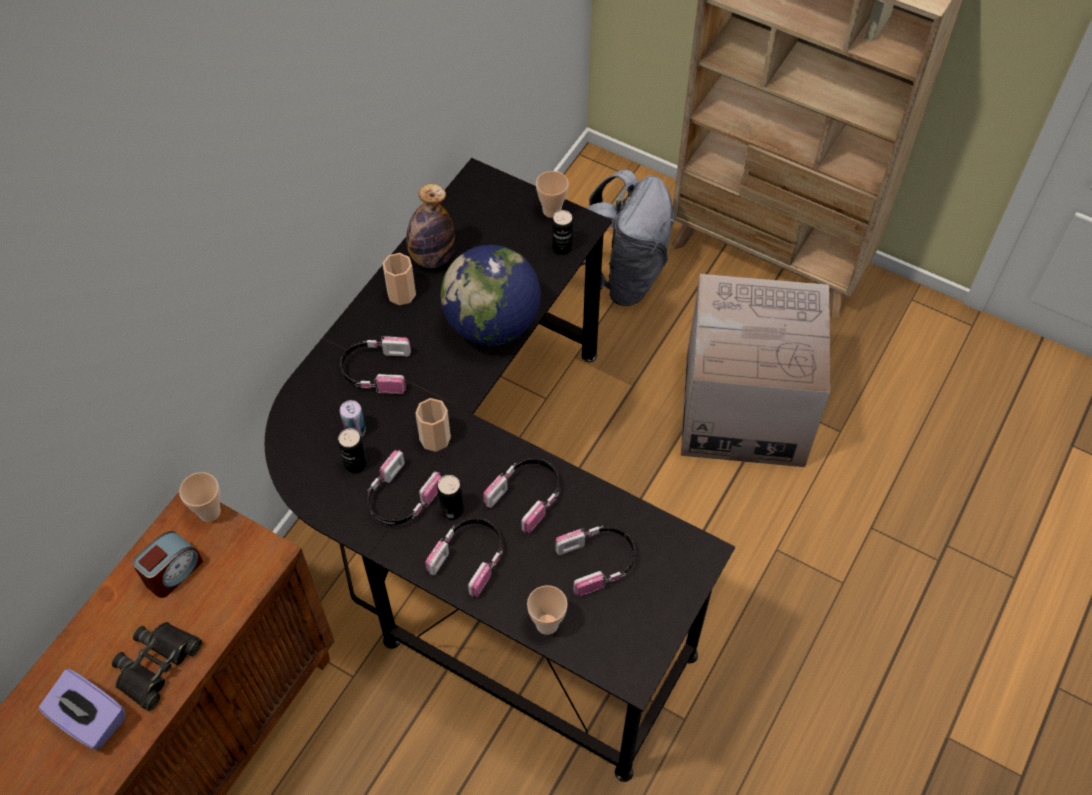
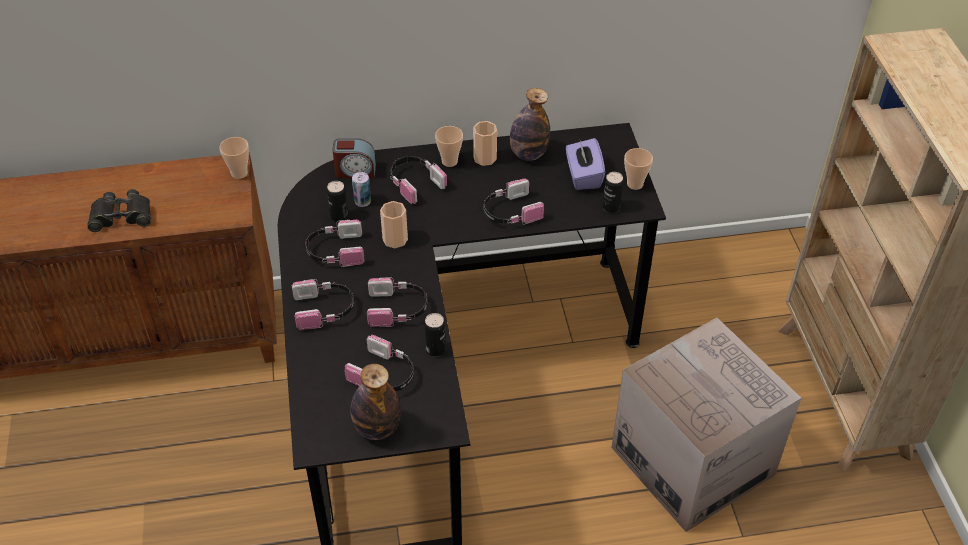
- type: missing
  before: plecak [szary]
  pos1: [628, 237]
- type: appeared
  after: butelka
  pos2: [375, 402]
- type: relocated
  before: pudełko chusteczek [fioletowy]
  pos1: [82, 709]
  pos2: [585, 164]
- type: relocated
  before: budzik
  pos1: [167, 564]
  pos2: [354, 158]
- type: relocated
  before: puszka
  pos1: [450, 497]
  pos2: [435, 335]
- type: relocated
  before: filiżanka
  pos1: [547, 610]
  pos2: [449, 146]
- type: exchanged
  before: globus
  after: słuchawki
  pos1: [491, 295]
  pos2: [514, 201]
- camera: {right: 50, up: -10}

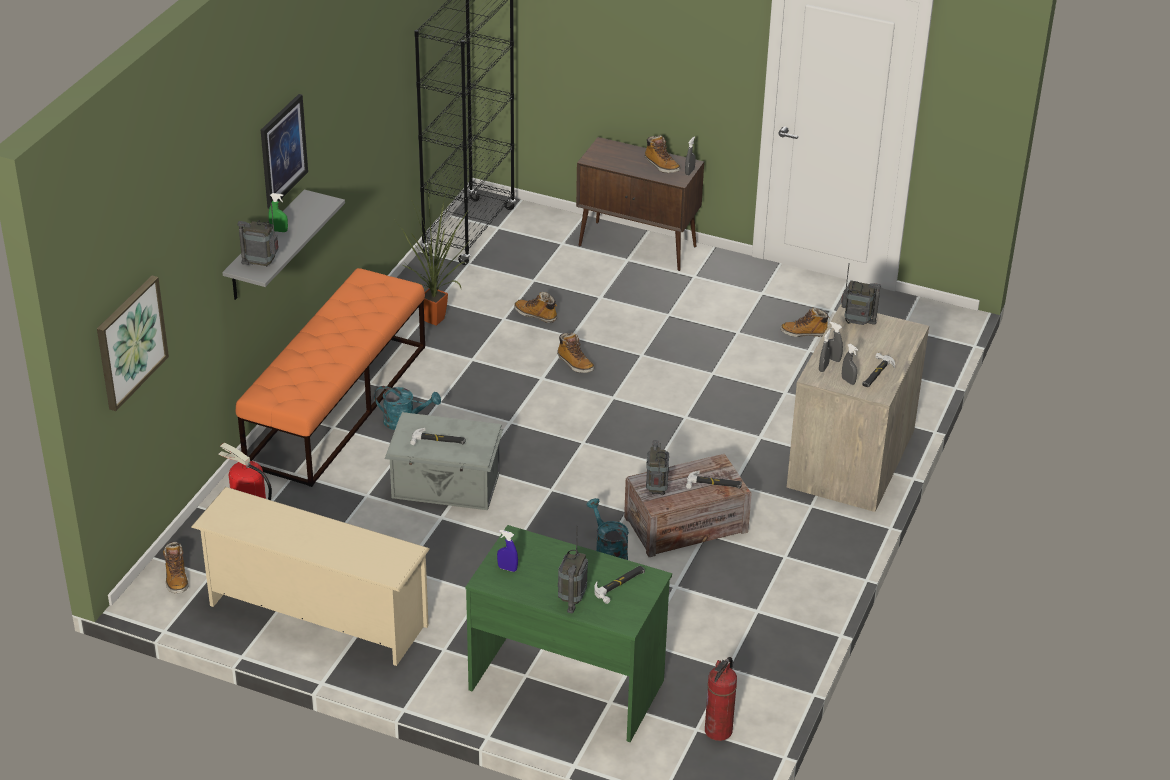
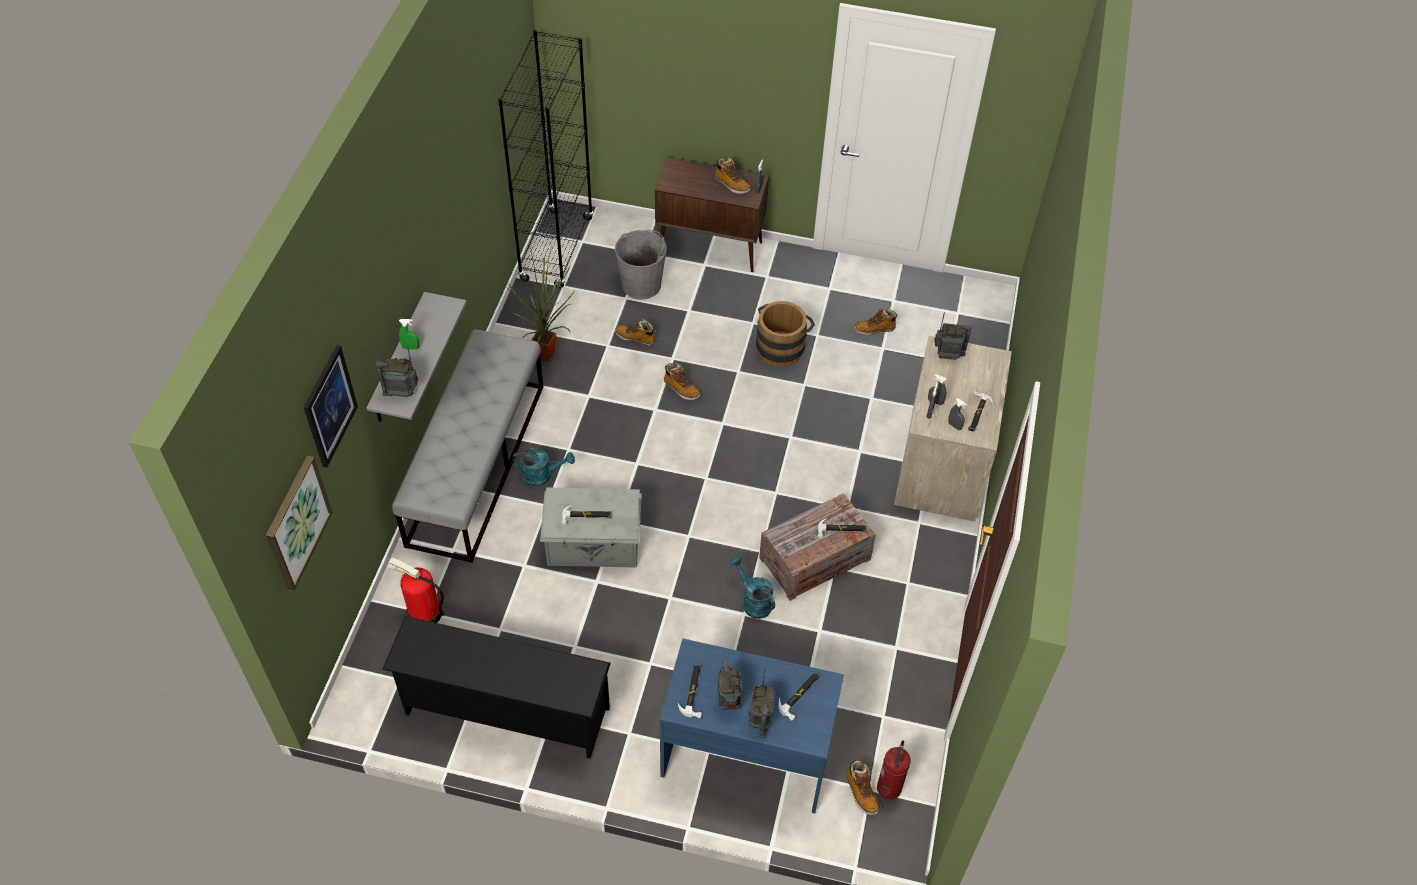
- type: appeared
  after: wiadro [szary]
  pos2: [641, 264]
- type: appeared
  after: wiadro [brązowy]
  pos2: [785, 334]
- type: relocated
  before: but z cholewką
  pos1: [176, 567]
  pos2: [863, 787]
- type: relocated
  before: obraz
  pos1: [284, 151]
  pos2: [330, 406]
- type: relocated
  before: radio
  pos1: [657, 467]
  pos2: [730, 685]
- type: exchanged
  before: spryskiwacz [niebieski]
  after: młotek
  pos1: [507, 551]
  pos2: [690, 691]
- type: colour
  before: regał na buty [beżowy]
  after: regał na buty [czarny]
  pos1: [310, 576]
  pos2: [496, 687]
- type: colour
  before: ławka [pomarańczowy]
  after: ławka [szary]
  pos1: [330, 377]
  pos2: [467, 446]
- type: colour
  before: biurko [zielony]
  after: biurko [niebieski]
  pos1: [569, 633]
  pos2: [751, 726]
- camera: {right: -10, up: 15}

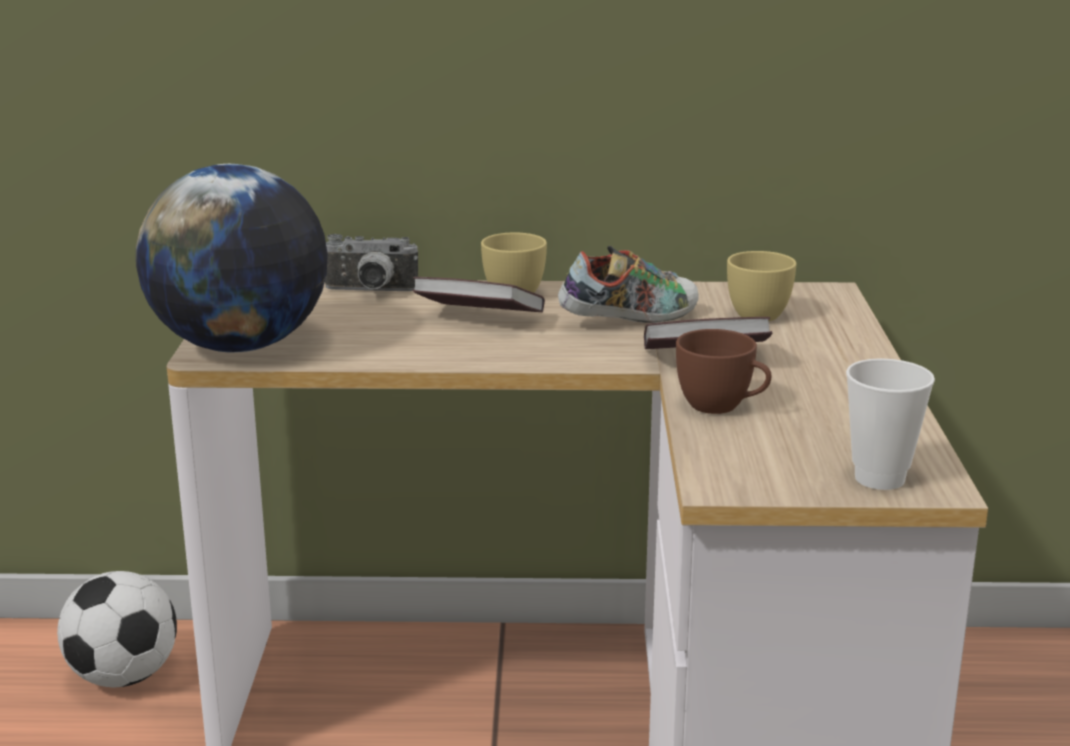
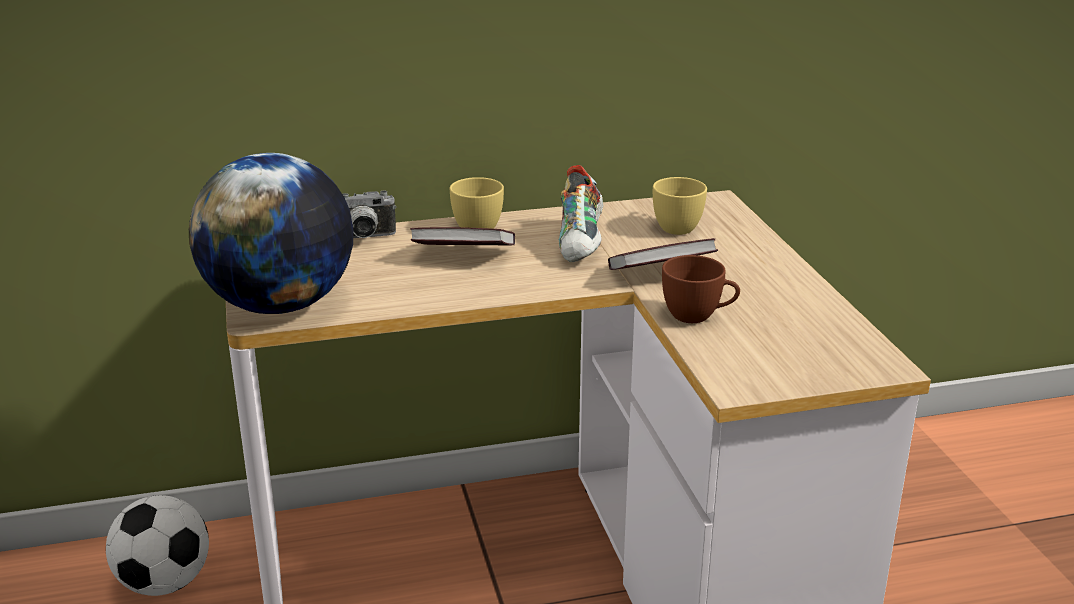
- type: missing
  before: filiżanka
  pos1: [890, 424]
- type: spun
  before: but
  pos1: [628, 284]
  pos2: [580, 213]
  turn: 135
- camera: {right: -15, up: 5}

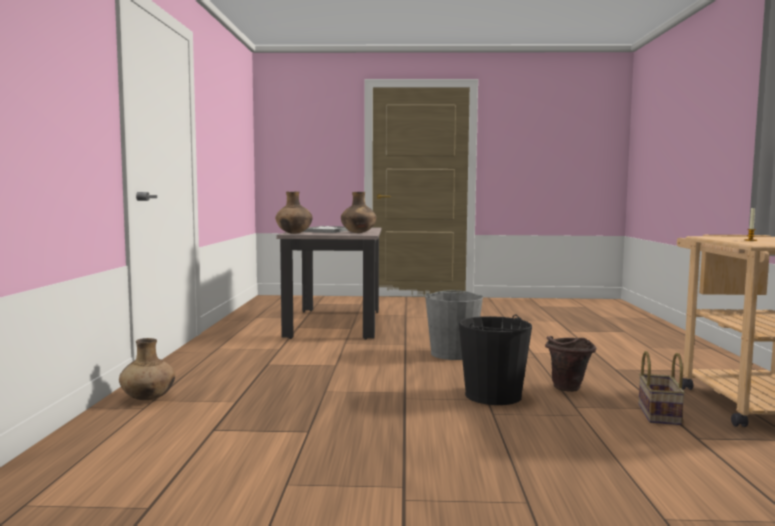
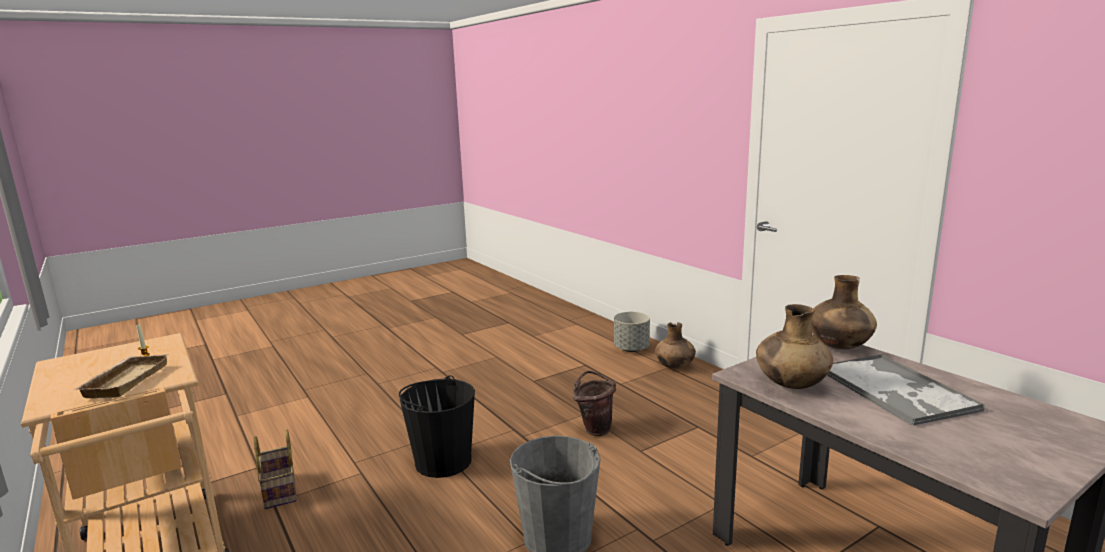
- type: appeared
  after: taca [beżowy]
  pos2: [121, 376]
- type: appeared
  after: donica [szary]
  pos2: [632, 332]
- type: relocated
  before: wiadro [brązowy]
  pos1: [570, 364]
  pos2: [594, 403]
- camera: {right: 145, up: 10}

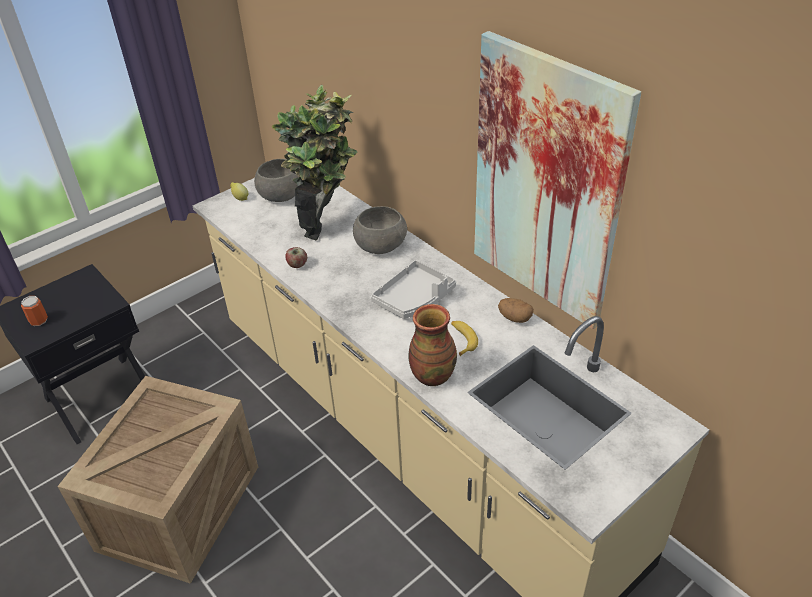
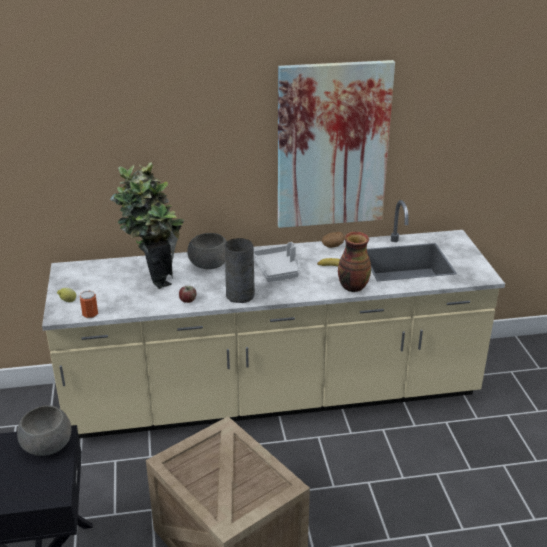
- type: appeared
  after: wazon [szary]
  pos2: [240, 270]
- type: relocated
  before: puszka
  pos1: [34, 311]
  pos2: [89, 304]
- type: relocated
  before: miska [szary]
  pos1: [276, 180]
  pos2: [44, 430]
- camera: {right: -60, up: -10}

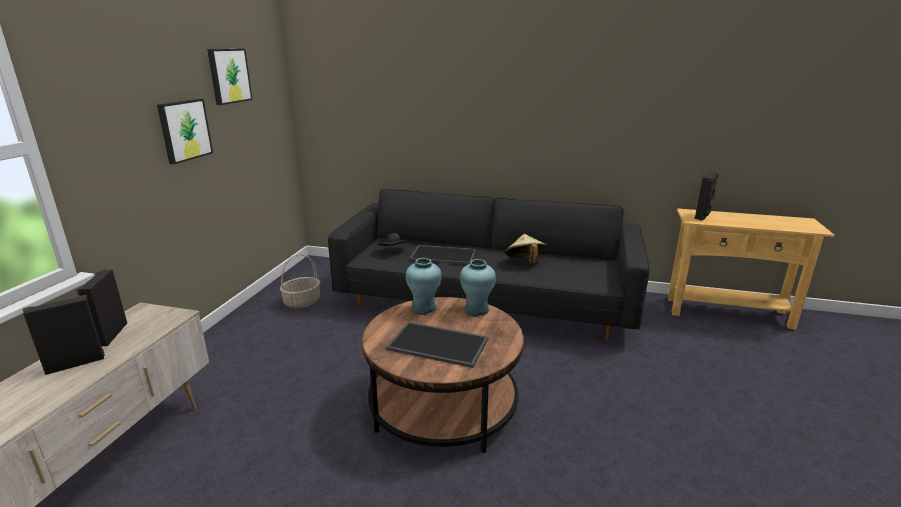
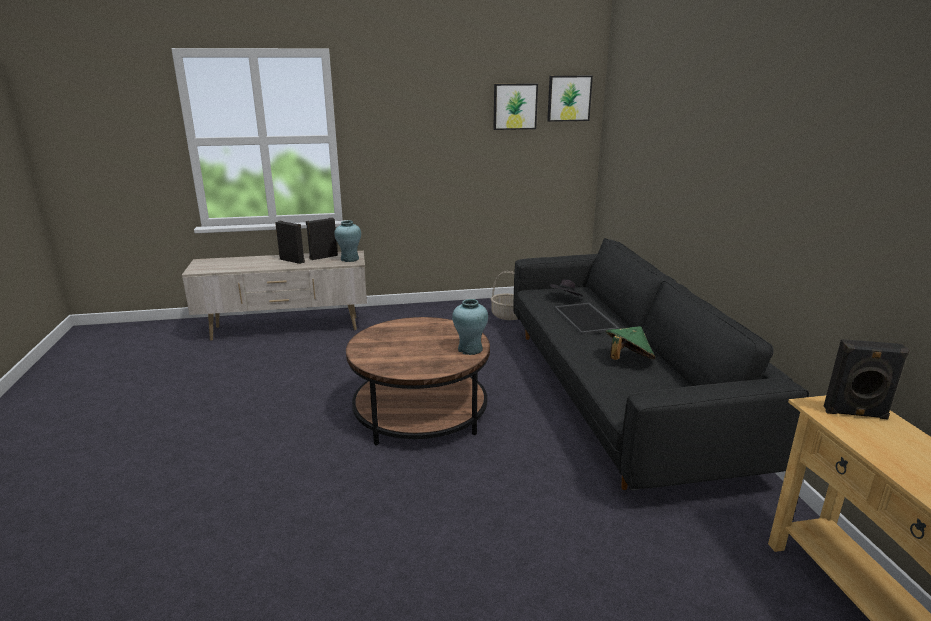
- type: missing
  before: taca
  pos1: [437, 345]
- type: relocated
  before: obraz
  pos1: [185, 131]
  pos2: [570, 99]
- type: relocated
  before: wazon [turkusowy]
  pos1: [423, 286]
  pos2: [347, 241]
- type: colour
  before: kapelusz [beżowy]
  after: kapelusz [zielony]
  pos1: [526, 249]
  pos2: [631, 343]
- camera: {right: 65, up: 0}

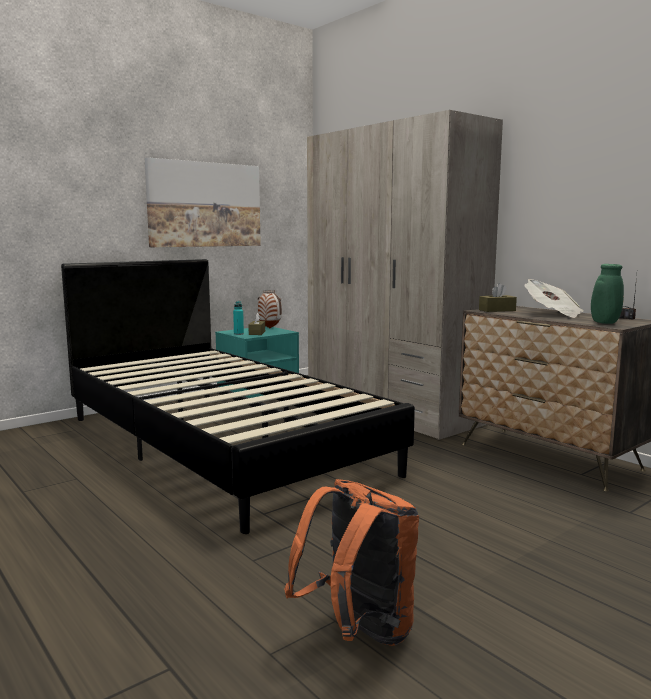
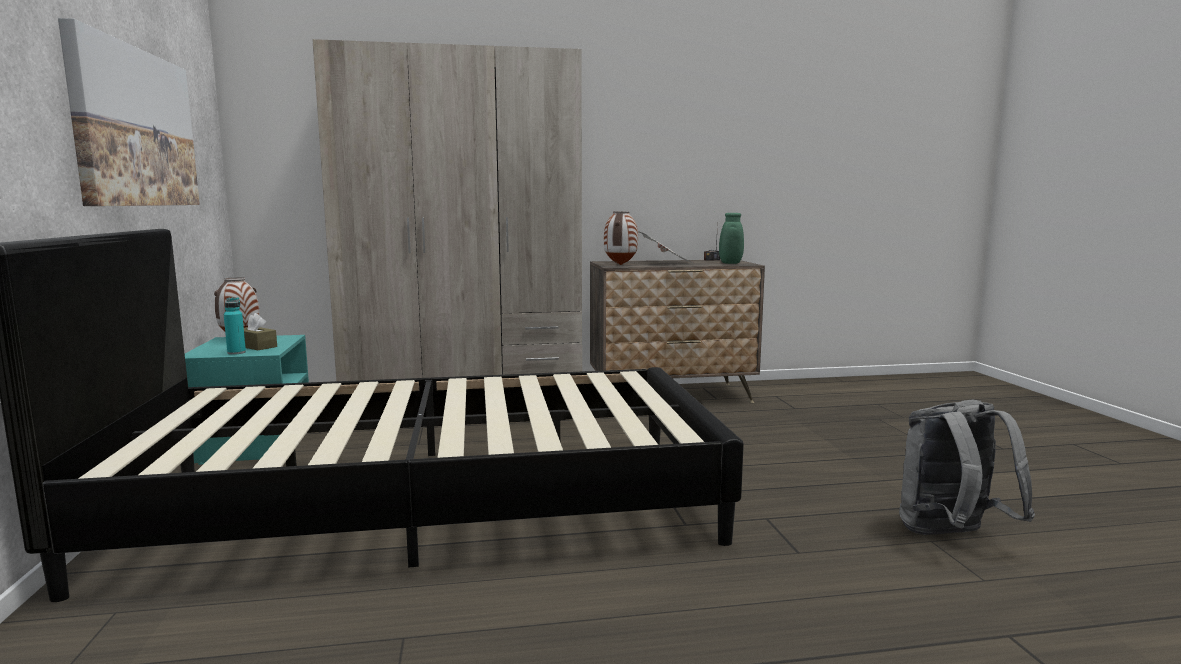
- type: exchanged
  before: pudełko chusteczek [brązowy]
  after: wazon
  pos1: [498, 297]
  pos2: [621, 238]
- type: colour
  before: plecak [pomarańczowy]
  after: plecak [szary]
  pos1: [351, 562]
  pos2: [967, 467]
- camera: {right: -60, up: 0}

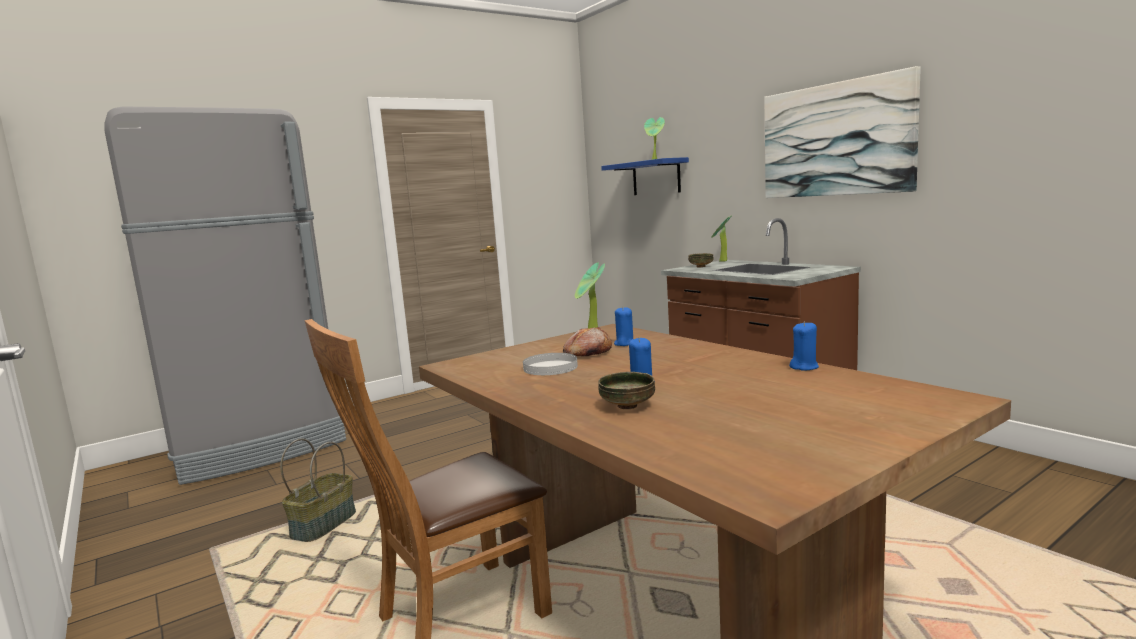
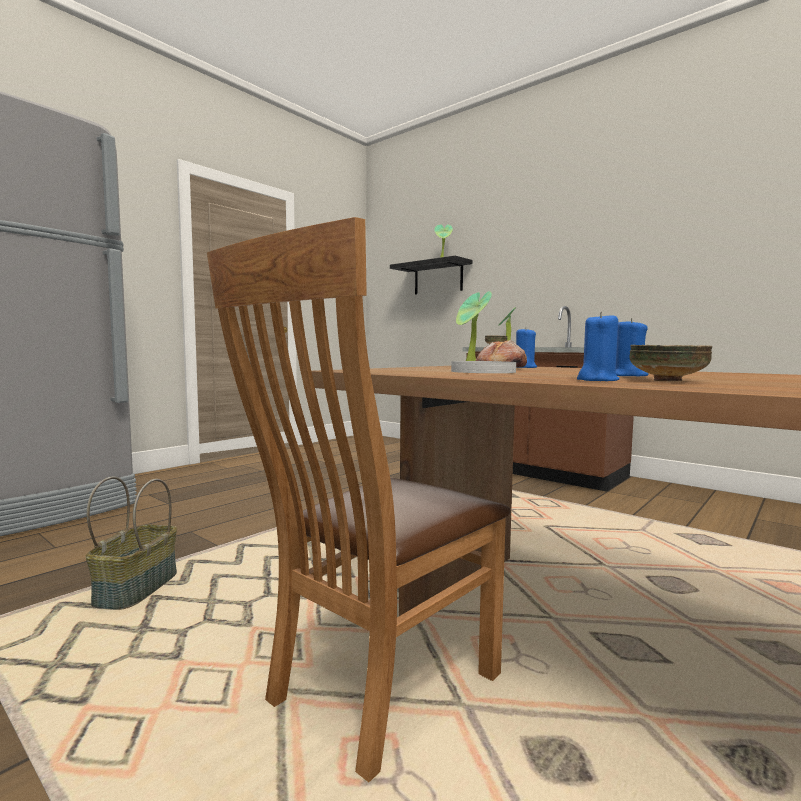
- type: missing
  before: obraz
  pos1: [843, 132]
- type: relocated
  before: świeca [niebieski]
  pos1: [804, 345]
  pos2: [598, 346]
- type: colour
  before: półka [niebieski]
  after: półka [czarny]
  pos1: [645, 176]
  pos2: [431, 275]
- camera: {right: -15, up: -5}

